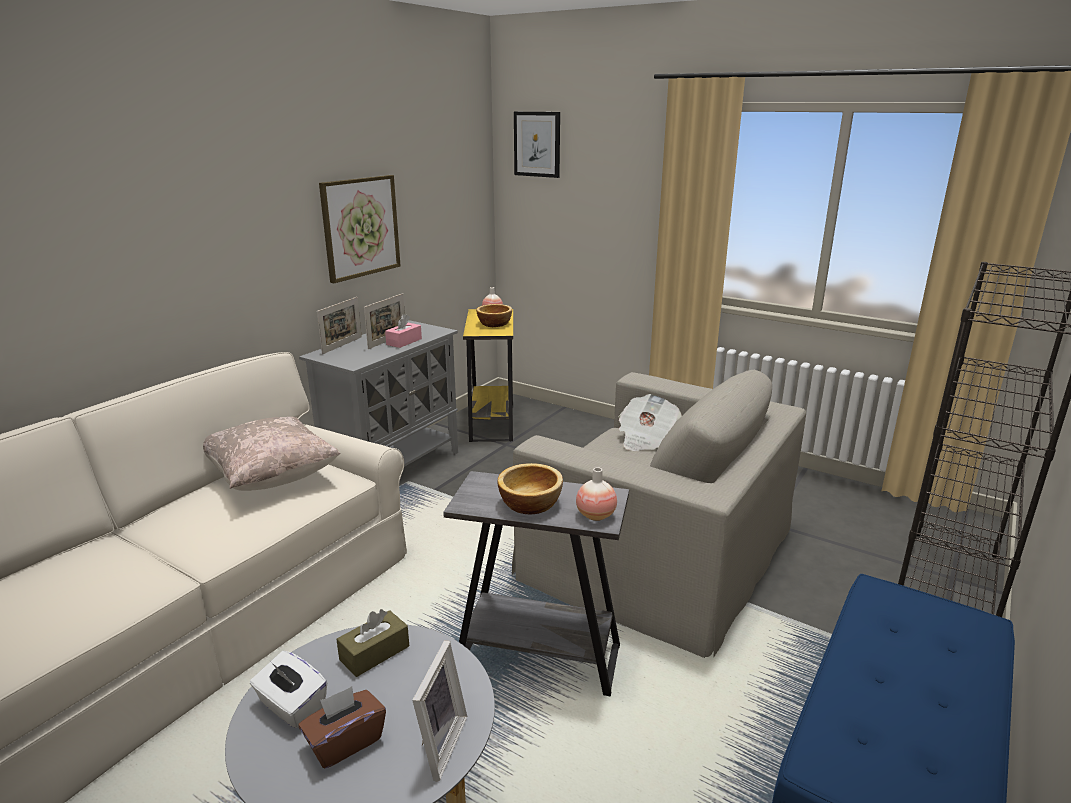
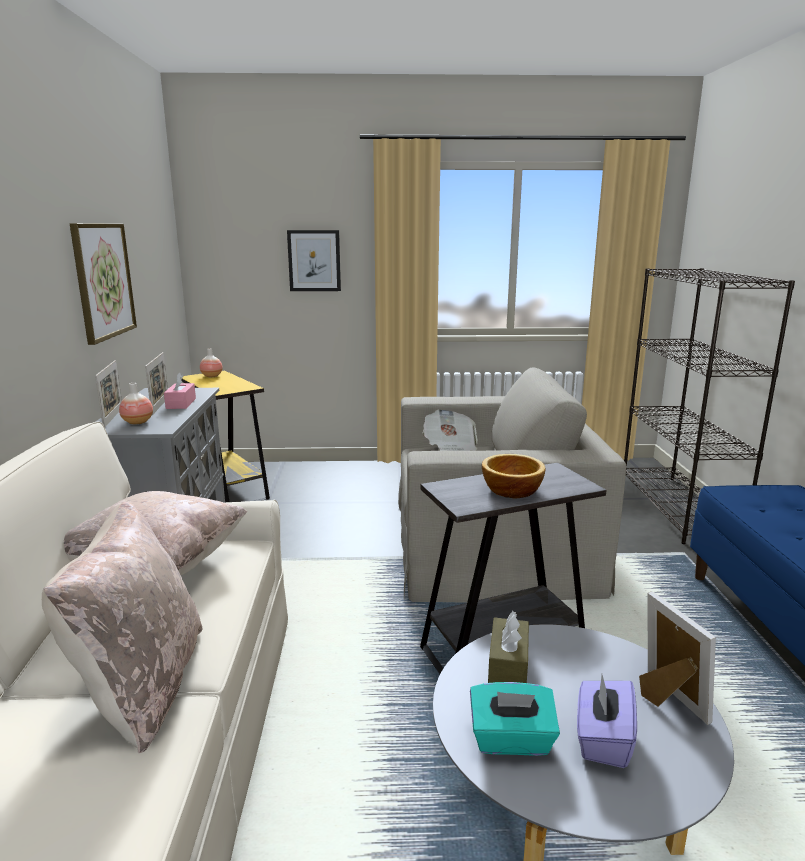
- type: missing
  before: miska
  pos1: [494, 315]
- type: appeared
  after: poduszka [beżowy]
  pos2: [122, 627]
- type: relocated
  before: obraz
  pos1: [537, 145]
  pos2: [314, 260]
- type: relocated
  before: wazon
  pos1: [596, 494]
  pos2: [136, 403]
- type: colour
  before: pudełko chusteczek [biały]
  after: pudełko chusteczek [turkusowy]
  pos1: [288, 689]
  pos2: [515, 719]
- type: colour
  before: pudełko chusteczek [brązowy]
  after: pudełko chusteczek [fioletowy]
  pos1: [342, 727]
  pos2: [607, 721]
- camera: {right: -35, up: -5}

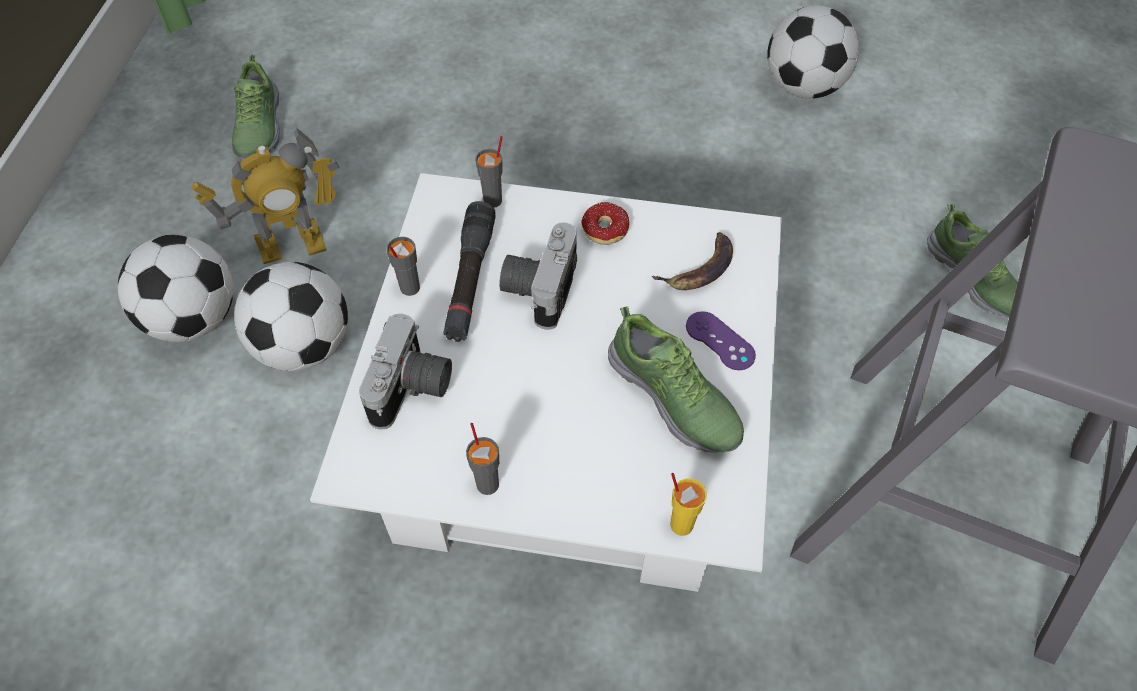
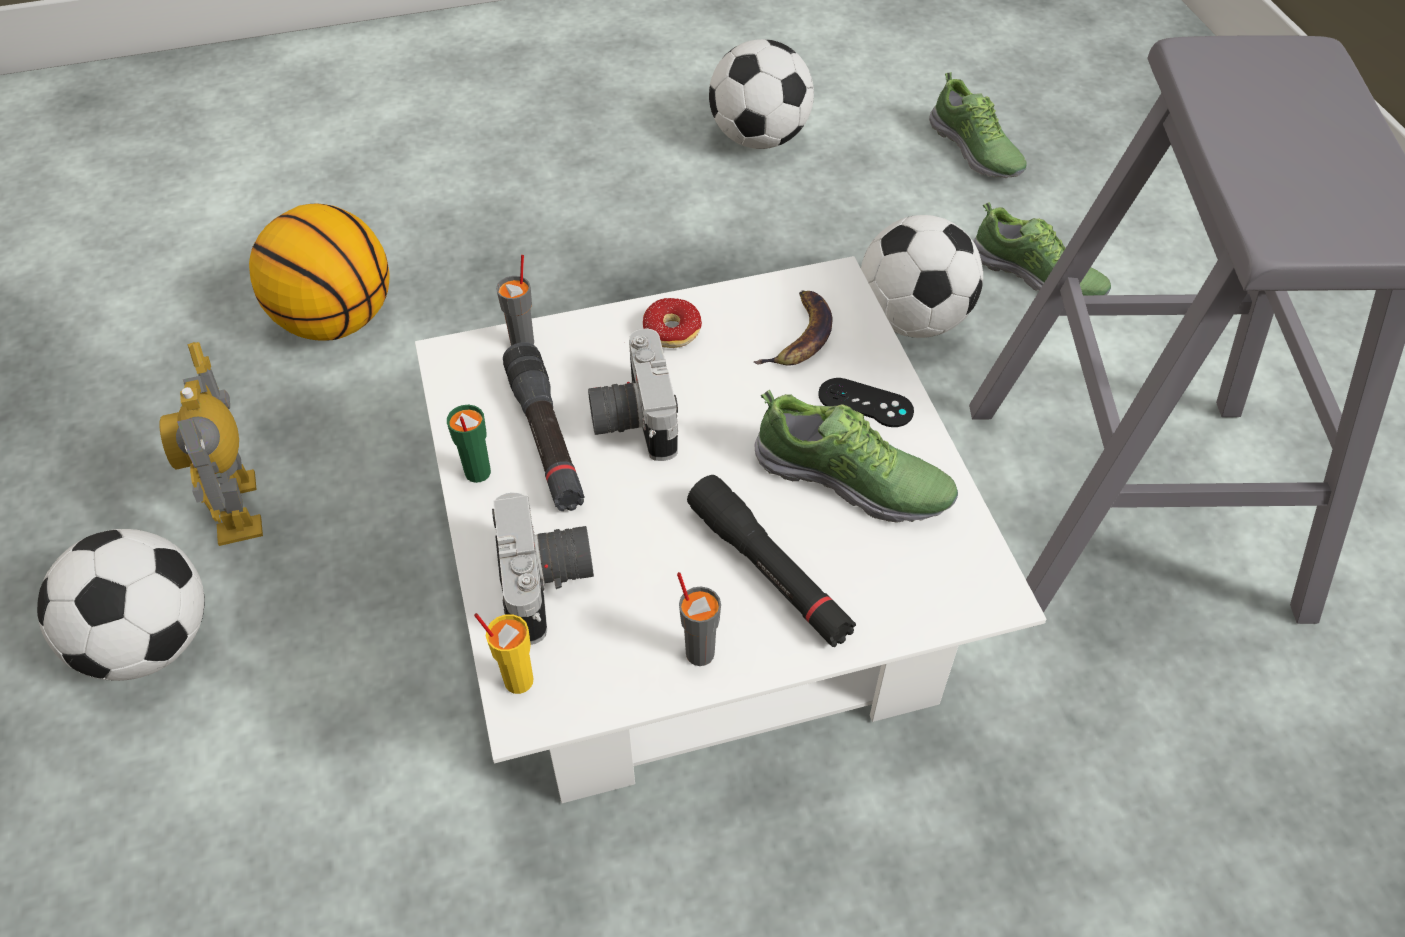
- type: appeared
  after: piłka do koszykówki
  pos2: [319, 272]
- type: appeared
  after: latarka [czarny]
  pos2: [771, 561]
- type: relocated
  before: but
  pos1: [256, 107]
  pos2: [978, 125]
- type: relocated
  before: piłka futbolowa
  pos1: [291, 316]
  pos2: [922, 276]
- type: relocated
  before: filiżanka [żółty]
  pos1: [689, 504]
  pos2: [503, 653]
- type: colour
  before: filiżanka [szary]
  after: filiżanka [zielony]
  pos1: [403, 266]
  pos2: [469, 444]
- type: colour
  before: pad do gier [fioletowy]
  after: pad do gier [czarny]
  pos1: [721, 340]
  pos2: [866, 402]
- type: spun
  before: robot zabawkowy
  pos1: [265, 195]
  pos2: [211, 444]
  turn: 120
- camera: {right: -25, up: -5}

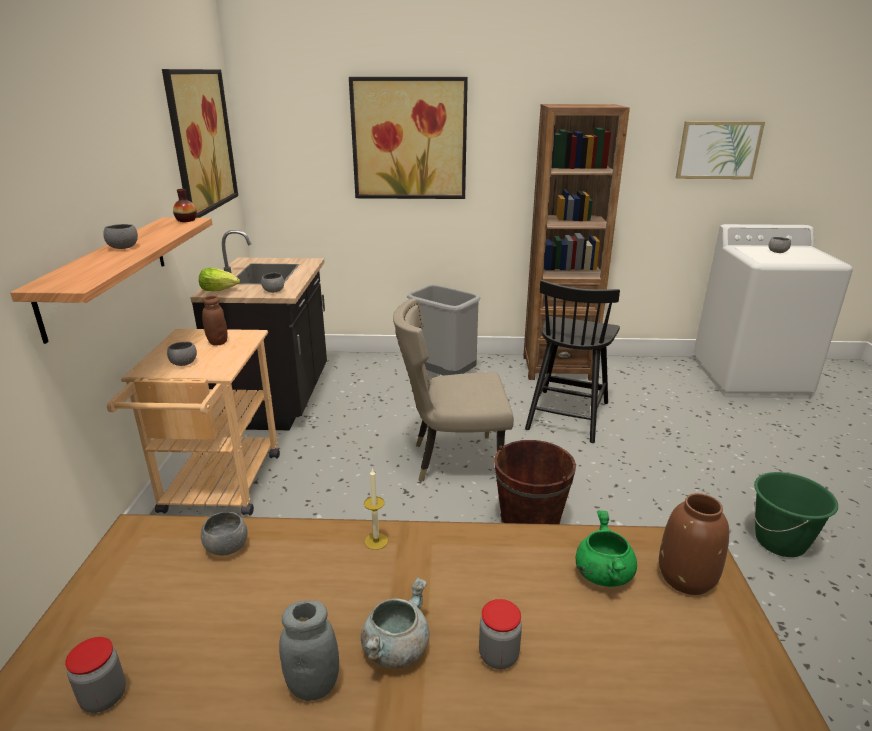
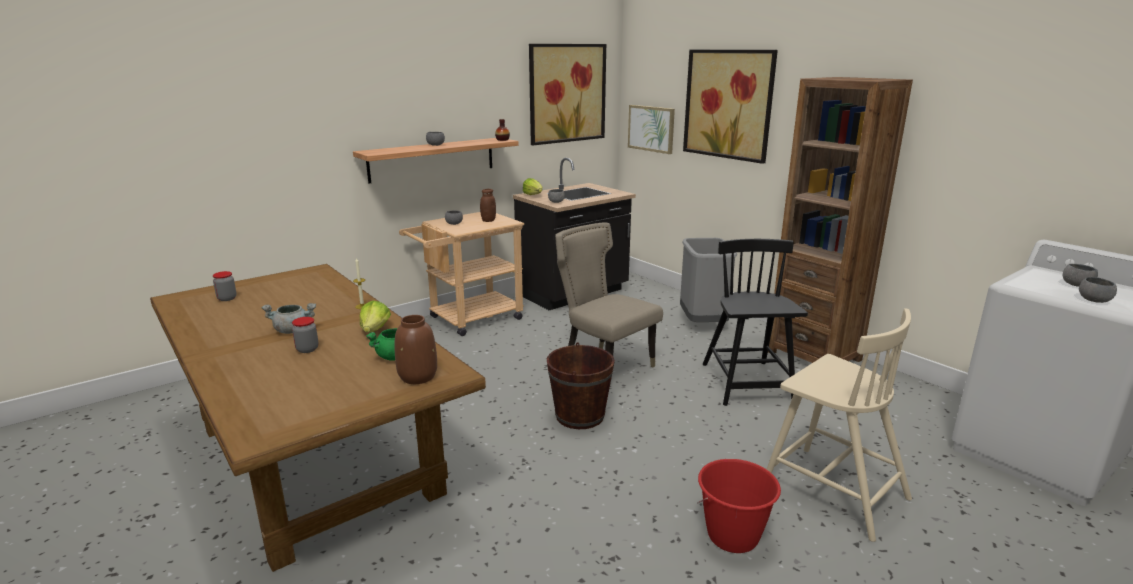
- type: missing
  before: słoik [szary]
  pos1: [309, 651]
- type: appeared
  after: sałata
  pos2: [375, 316]
- type: appeared
  after: krzesło [beżowy]
  pos2: [839, 425]
- type: relocated
  before: miska [szary]
  pos1: [224, 534]
  pos2: [1098, 290]
- type: relocated
  before: obraz
  pos1: [720, 150]
  pos2: [651, 129]
- type: colour
  before: wiadro [zielony]
  after: wiadro [czerwony]
  pos1: [795, 514]
  pos2: [739, 506]
- type: spun
  before: krzesło [czarny]
  pos1: [572, 361]
  pos2: [755, 322]
  turn: 105
- camera: {right: 50, up: -5}

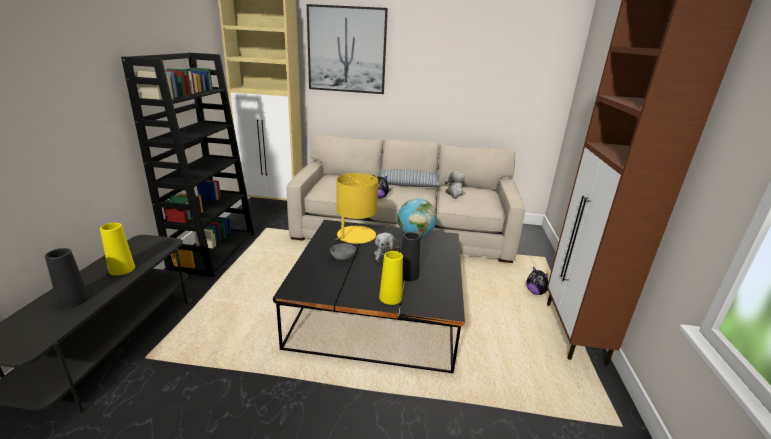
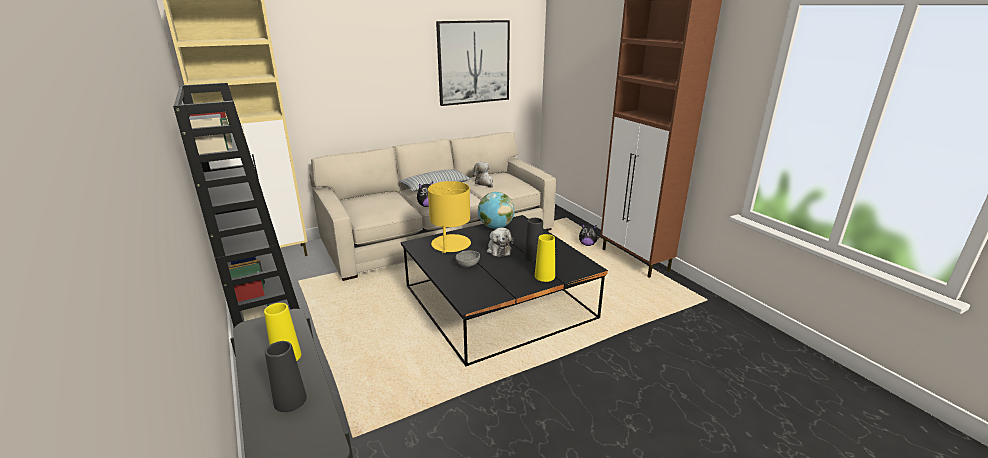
- type: relocated
  before: obraz
  pos1: [347, 49]
  pos2: [473, 63]
- camera: {right: -35, up: 0}

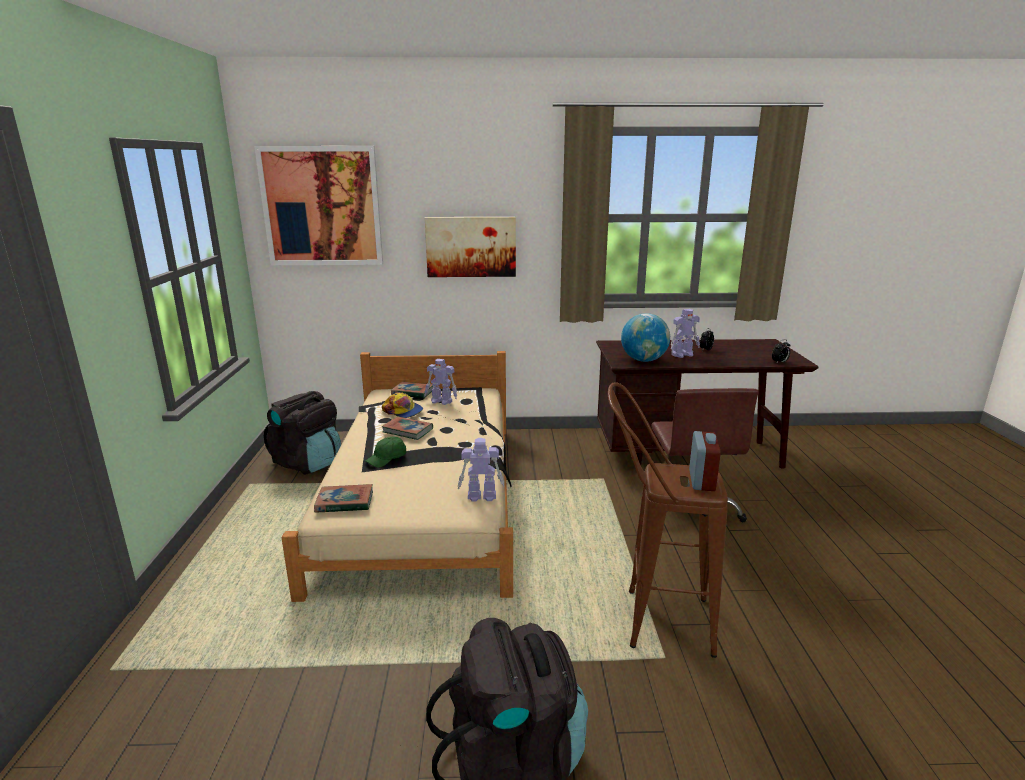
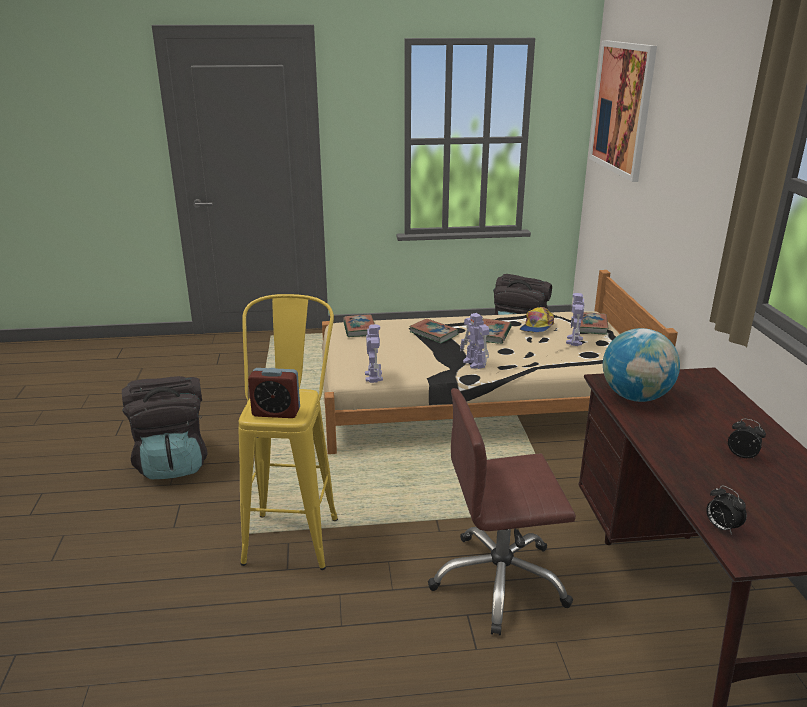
- type: missing
  before: obraz
  pos1: [470, 247]
- type: relocated
  before: robot zabawkowy
  pos1: [685, 333]
  pos2: [474, 341]
- type: exchanged
  before: czapka z daszkiem [zielony]
  after: książka
  pos1: [385, 452]
  pos2: [434, 331]
- type: colour
  before: stołek [brązowy]
  after: stołek [żółty]
  pos1: [668, 520]
  pos2: [288, 432]
- camera: {right: 85, up: 5}

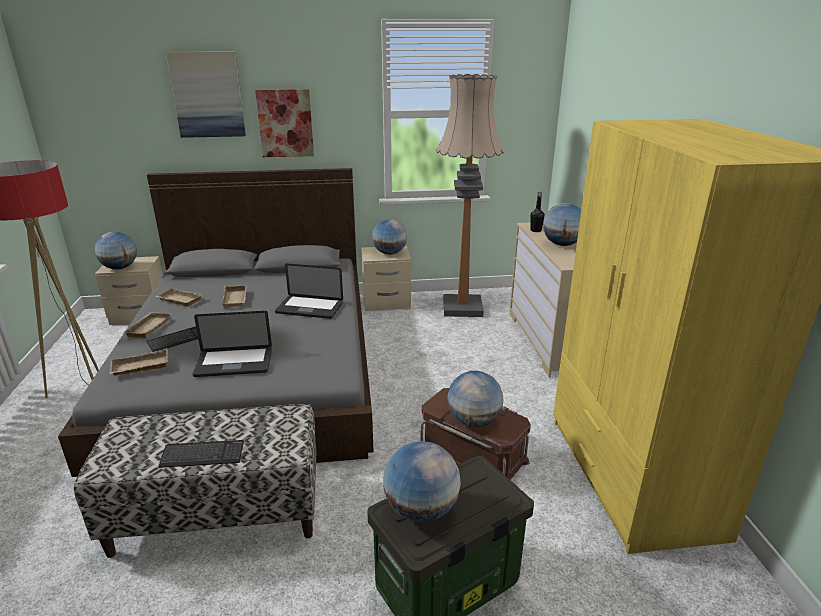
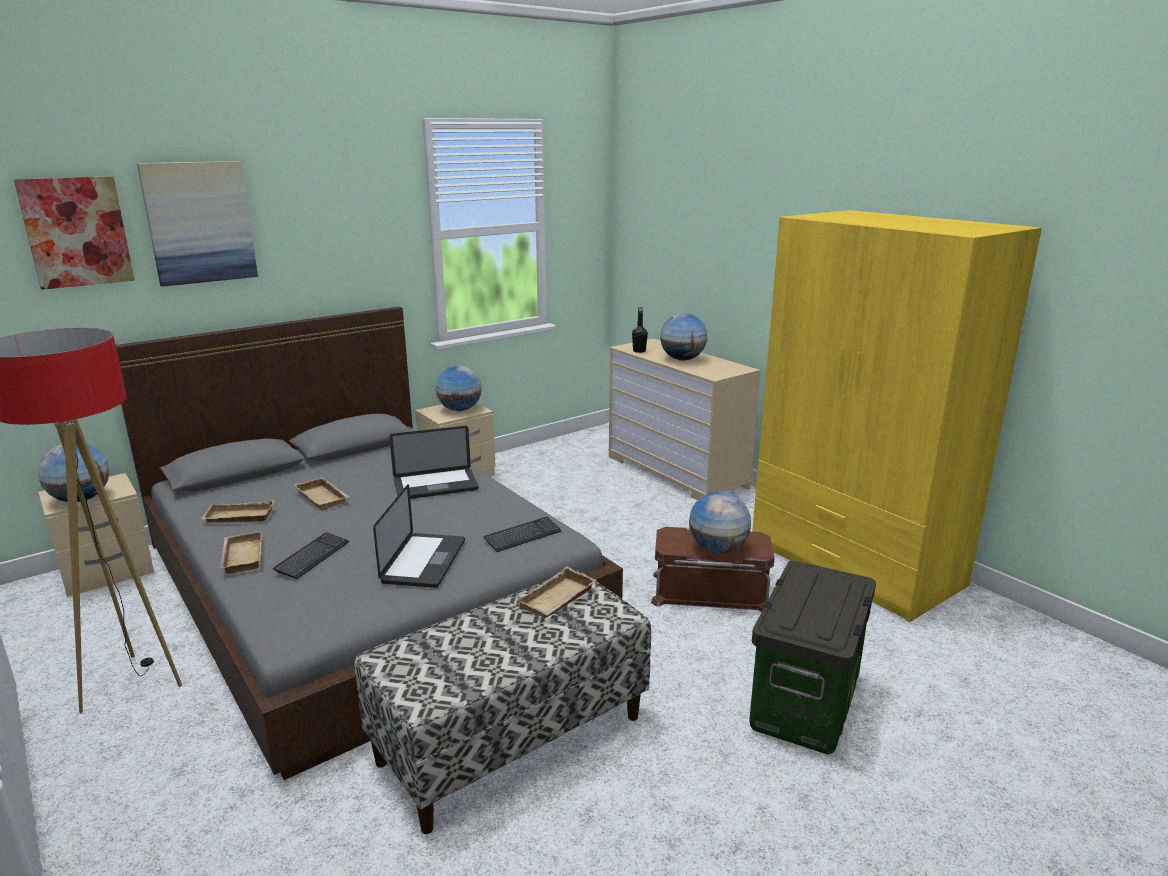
- type: missing
  before: globus
  pos1: [422, 481]
- type: missing
  before: lampa stojąca
  pos1: [470, 195]
- type: relocated
  before: taca [beżowy]
  pos1: [138, 362]
  pos2: [556, 592]
- type: relocated
  before: klawiatura
  pos1: [201, 454]
  pos2: [523, 534]
- type: relocated
  before: obraz
  pos1: [284, 123]
  pos2: [74, 233]
- type: spun
  before: laptop
  pos1: [232, 344]
  pos2: [419, 536]
  turn: -45
- camera: {right: -30, up: -5}

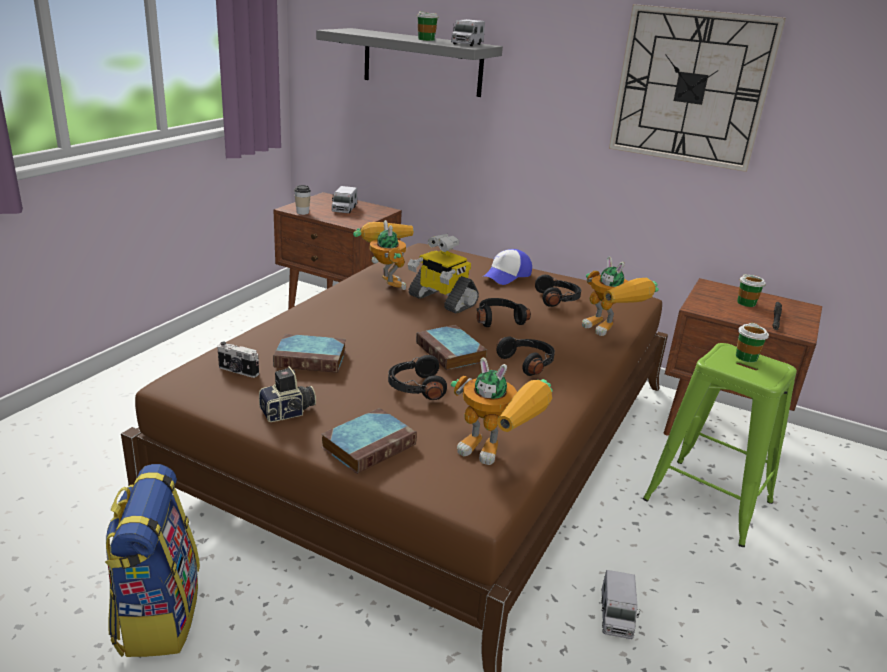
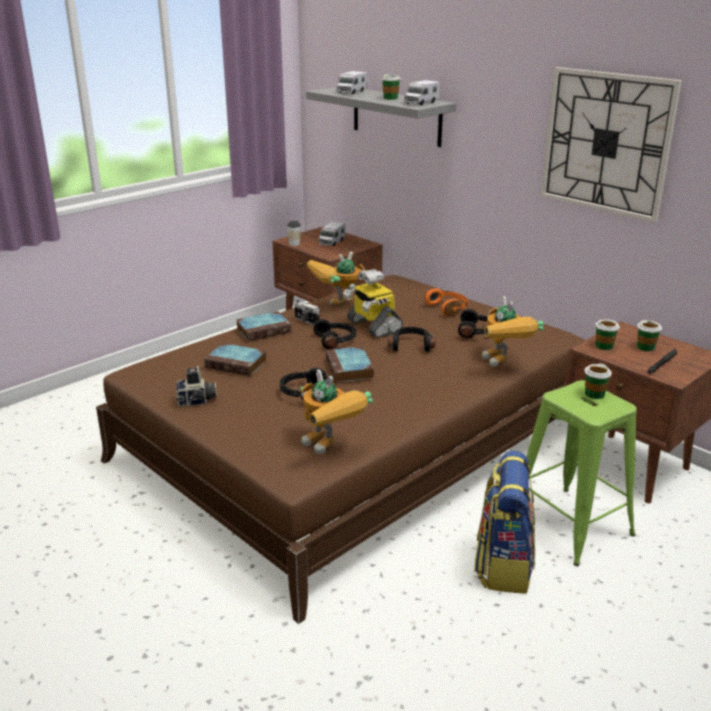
- type: appeared
  after: filiżanka
  pos2: [607, 334]
- type: relocated
  before: plecak
  pos1: [152, 560]
  pos2: [504, 522]
- type: relocated
  before: aparat fotograficzny
  pos1: [238, 360]
  pos2: [307, 312]
- type: relocated
  before: książka
  pos1: [369, 441]
  pos2: [264, 326]
- type: relocated
  before: słuchawki [czarny]
  pos1: [525, 356]
  pos2: [334, 334]
- type: relocated
  before: ciężarówka zabawkowa
  pos1: [620, 604]
  pos2: [351, 82]
- type: exchanged
  before: czapka z daszkiem
  after: słuchawki [pomarańczowy]
  pos1: [507, 267]
  pos2: [446, 302]
- type: spun
  before: robot zabawkowy
  pos1: [383, 255]
  pos2: [336, 278]
  turn: -120
- camera: {right: 20, up: 0}

